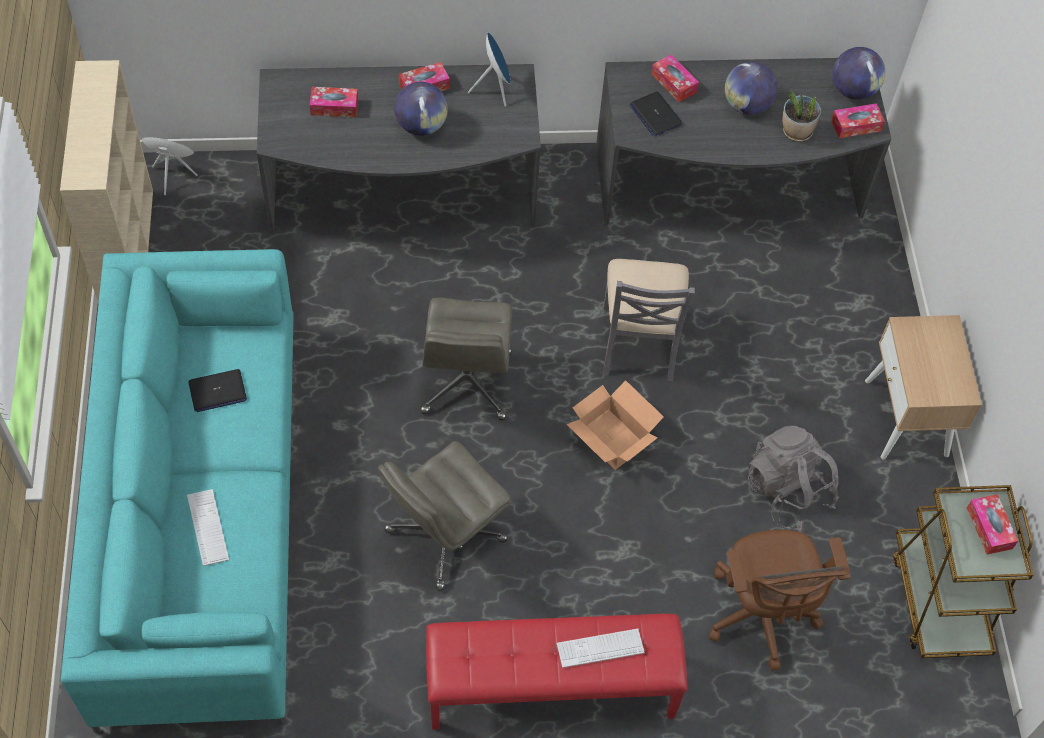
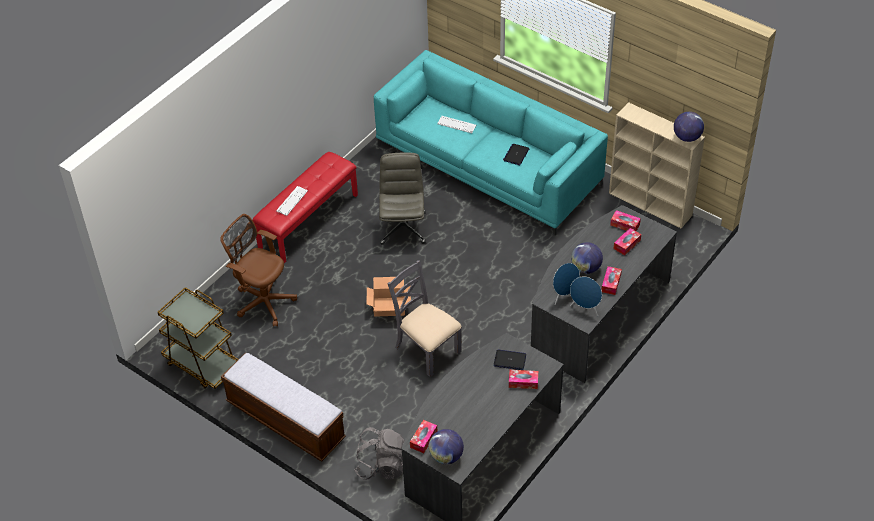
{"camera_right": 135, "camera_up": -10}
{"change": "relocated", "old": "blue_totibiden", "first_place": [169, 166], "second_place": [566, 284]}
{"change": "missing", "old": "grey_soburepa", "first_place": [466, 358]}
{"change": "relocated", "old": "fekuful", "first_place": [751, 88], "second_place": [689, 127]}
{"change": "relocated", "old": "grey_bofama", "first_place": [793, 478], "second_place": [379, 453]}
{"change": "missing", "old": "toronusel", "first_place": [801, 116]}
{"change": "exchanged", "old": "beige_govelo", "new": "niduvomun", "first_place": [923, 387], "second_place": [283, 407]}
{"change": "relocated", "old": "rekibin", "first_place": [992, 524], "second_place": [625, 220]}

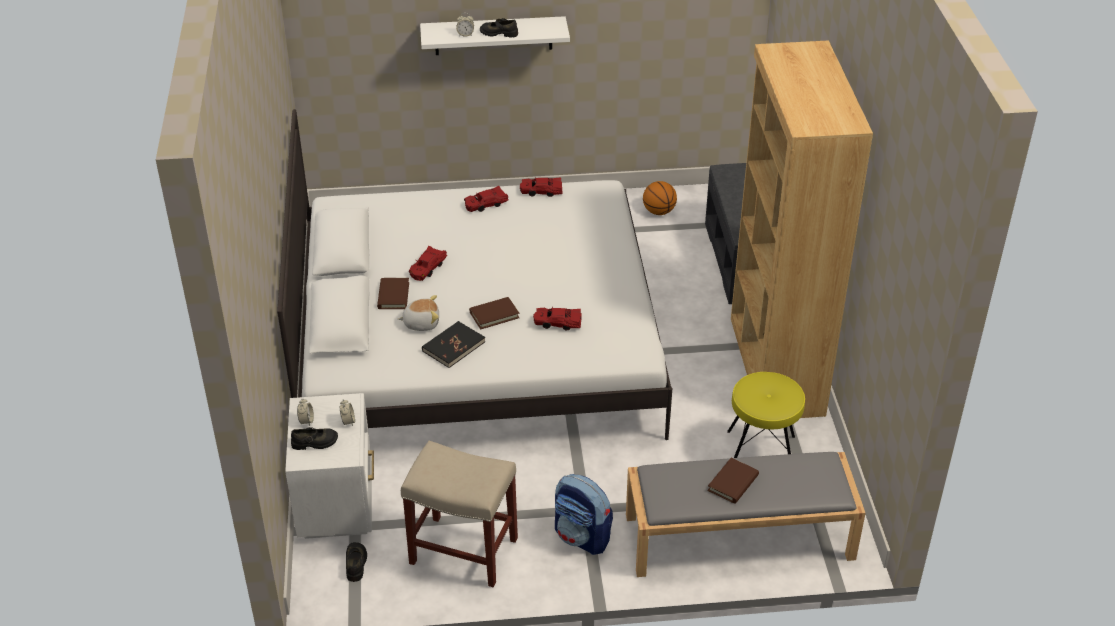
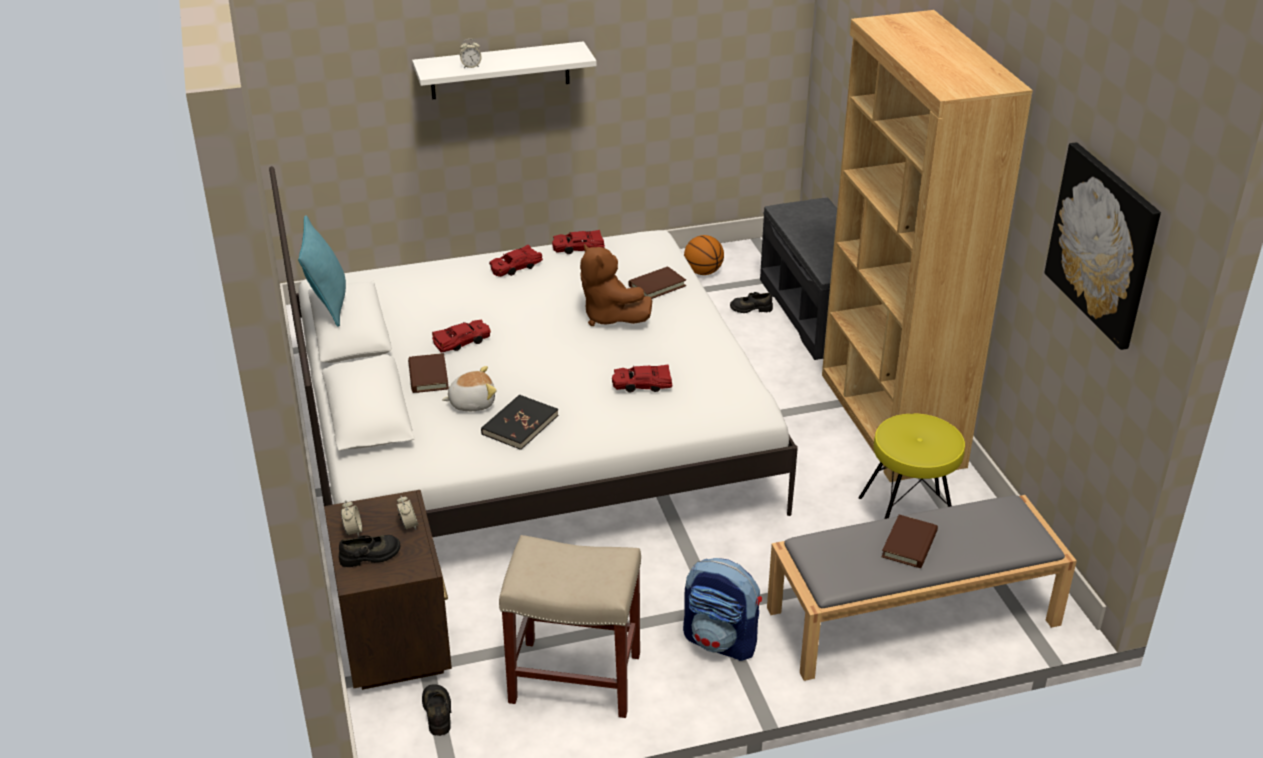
{"camera_right": -10, "camera_up": -5}
{"change": "colour", "old": "white_govelo", "new": "brown_govelo", "first_place": [329, 466], "second_place": [388, 590]}
{"change": "spun", "old": "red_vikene", "first_place": [427, 263], "second_place": [461, 336], "degrees": -135}
{"change": "relocated", "old": "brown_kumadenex", "first_place": [494, 313], "second_place": [657, 282]}
{"change": "relocated", "old": "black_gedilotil", "first_place": [499, 28], "second_place": [751, 302]}
{"change": "appeared", "new": "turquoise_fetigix", "second_place": [322, 271]}
{"change": "appeared", "new": "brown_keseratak", "second_place": [616, 285]}
{"change": "appeared", "new": "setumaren", "second_place": [1102, 246]}

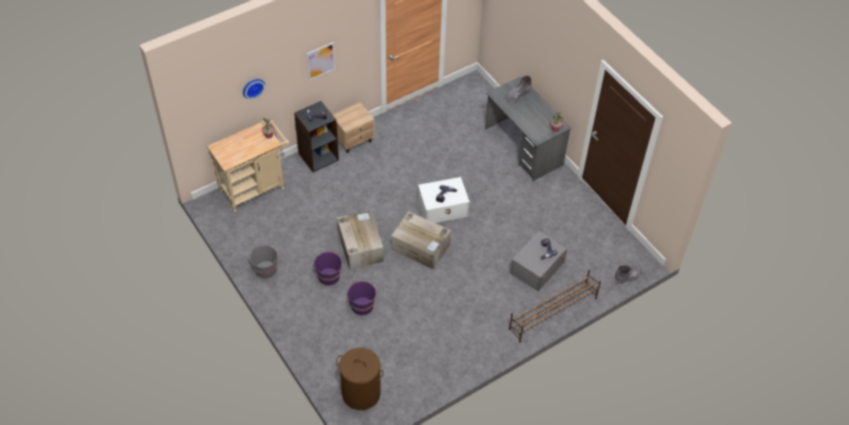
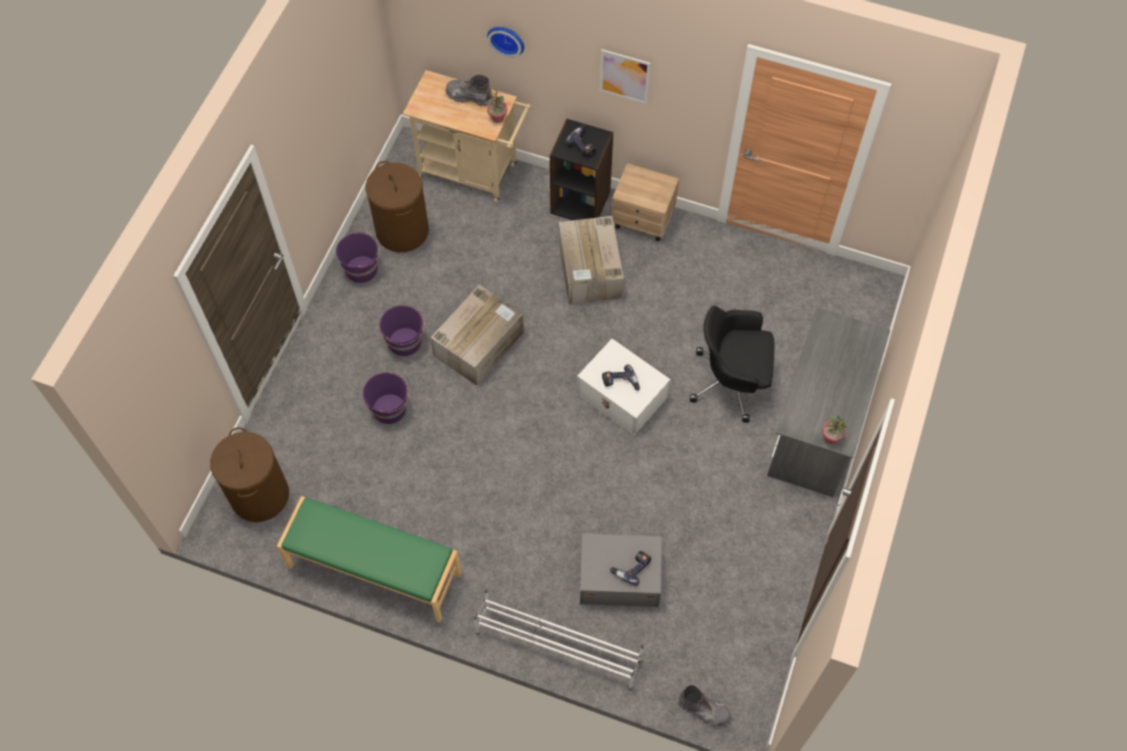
{"camera_right": 55, "camera_up": 10}
{"change": "colour", "old": "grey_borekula", "new": "purple_borekula", "first_place": [264, 261], "second_place": [358, 257]}
{"change": "relocated", "old": "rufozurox", "first_place": [421, 240], "second_place": [591, 260]}
{"change": "relocated", "old": "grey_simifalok", "first_place": [519, 89], "second_place": [468, 90]}
{"change": "colour", "old": "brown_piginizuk", "new": "white_piginizuk", "first_place": [555, 306], "second_place": [558, 640]}
{"change": "appeared", "new": "green_niduvomun", "second_place": [369, 559]}
{"change": "appeared", "new": "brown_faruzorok", "second_place": [397, 206]}
{"change": "appeared", "new": "black_soburepa", "second_place": [732, 364]}

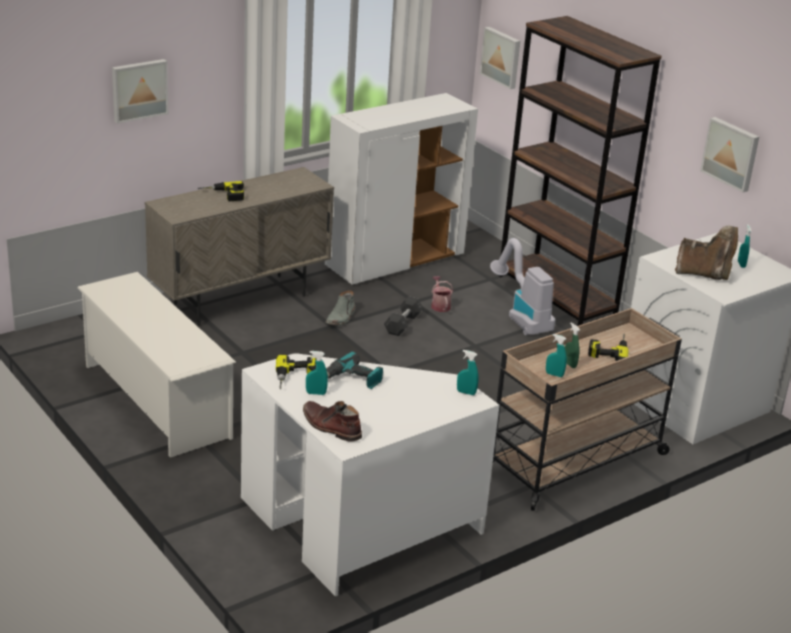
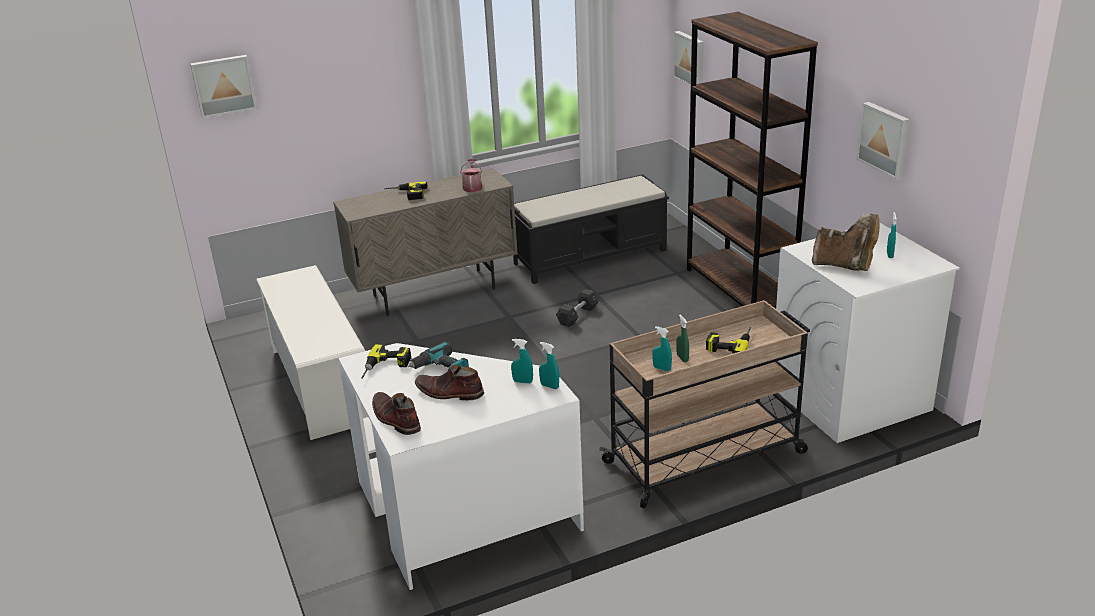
{"camera_right": 15, "camera_up": 0}
{"change": "relocated", "old": "setumaren", "first_place": [140, 91], "second_place": [223, 86]}
{"change": "relocated", "old": "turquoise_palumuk", "first_place": [317, 373], "second_place": [522, 361]}
{"change": "exchanged", "old": "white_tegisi", "new": "black_niduvomun", "first_place": [401, 189], "second_place": [591, 229]}
{"change": "missing", "old": "grey_simifalok", "first_place": [340, 308]}
{"change": "relocated", "old": "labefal", "first_place": [442, 294], "second_place": [471, 175]}
{"change": "missing", "old": "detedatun", "first_place": [522, 286]}
{"change": "appeared", "new": "brown_simifalok", "second_place": [449, 382]}

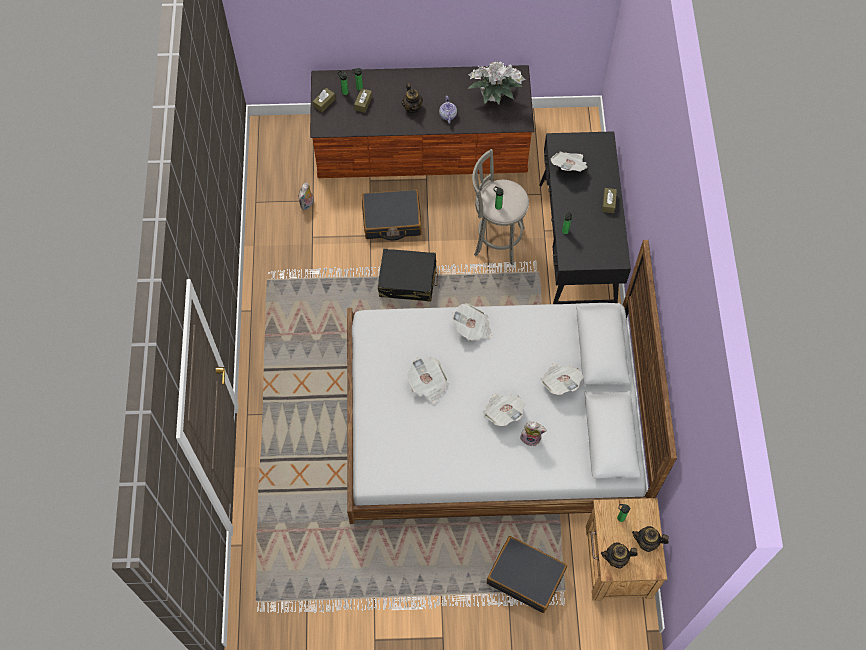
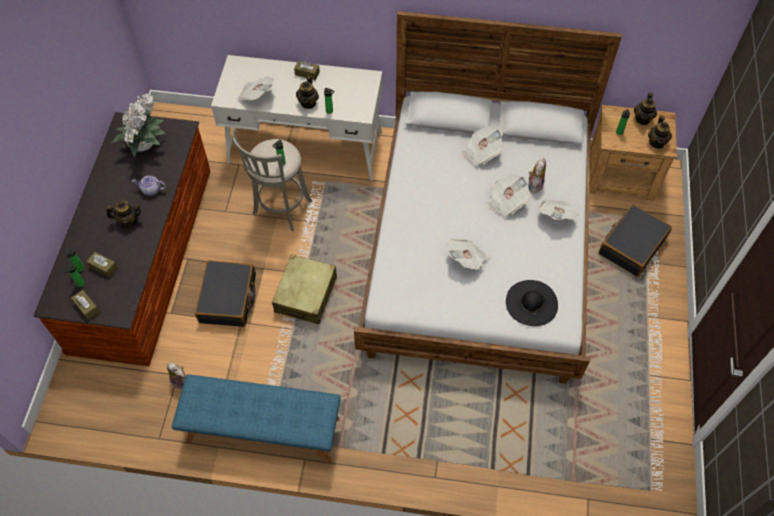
{"camera_right": -80, "camera_up": -5}
{"change": "colour", "old": "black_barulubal", "new": "beige_barulubal", "first_place": [408, 275], "second_place": [304, 289]}
{"change": "relocated", "old": "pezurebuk", "first_place": [472, 322], "second_place": [558, 210]}
{"change": "colour", "old": "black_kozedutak", "new": "white_kozedutak", "first_place": [585, 217], "second_place": [296, 118]}
{"change": "appeared", "new": "blue_niduvomun", "second_place": [256, 419]}
{"change": "appeared", "new": "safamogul", "second_place": [307, 92]}
{"change": "appeared", "new": "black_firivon", "second_place": [532, 303]}

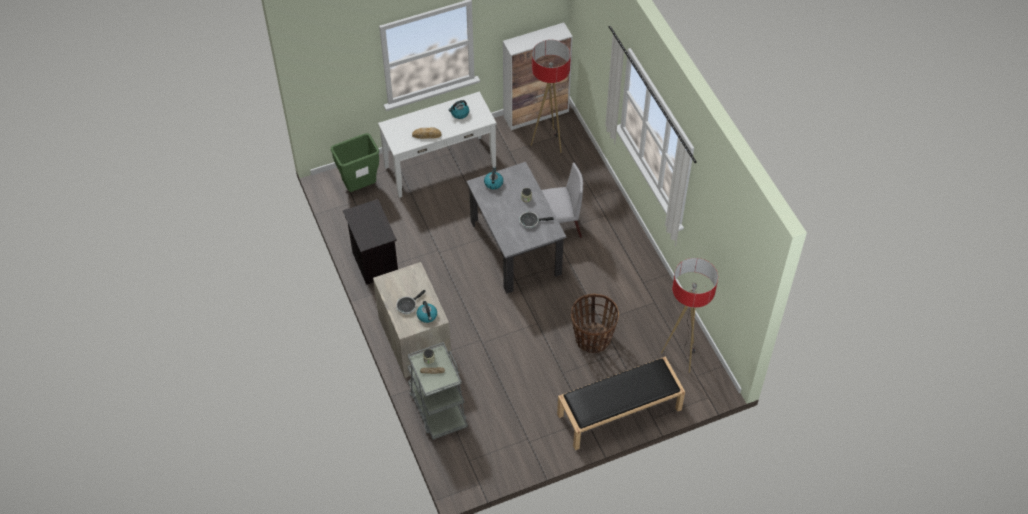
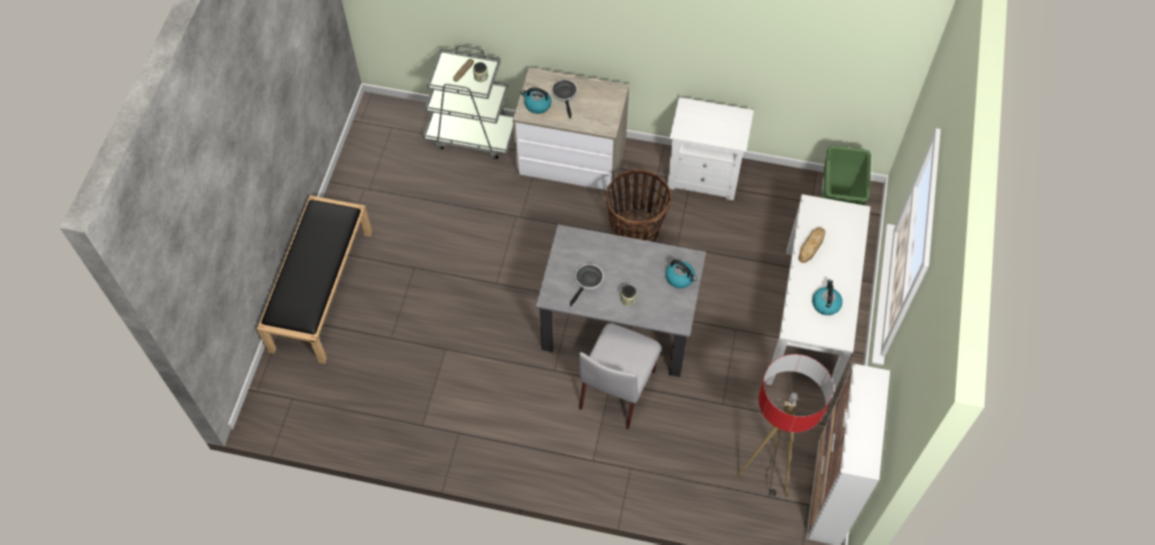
{"camera_right": 125, "camera_up": 5}
{"change": "colour", "old": "black_govelo", "new": "white_govelo", "first_place": [370, 242], "second_place": [711, 148]}
{"change": "relocated", "old": "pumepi", "first_place": [595, 323], "second_place": [638, 205]}
{"change": "missing", "old": "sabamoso", "first_place": [689, 315]}

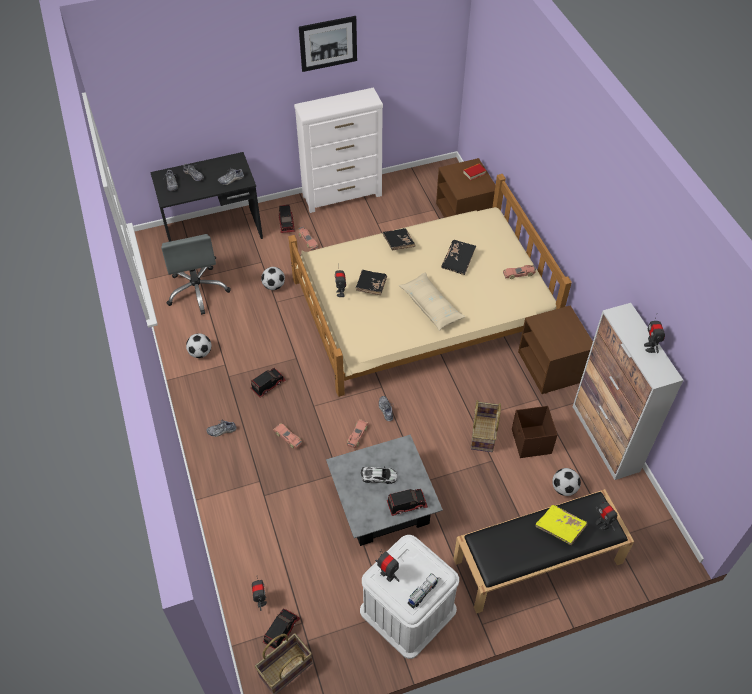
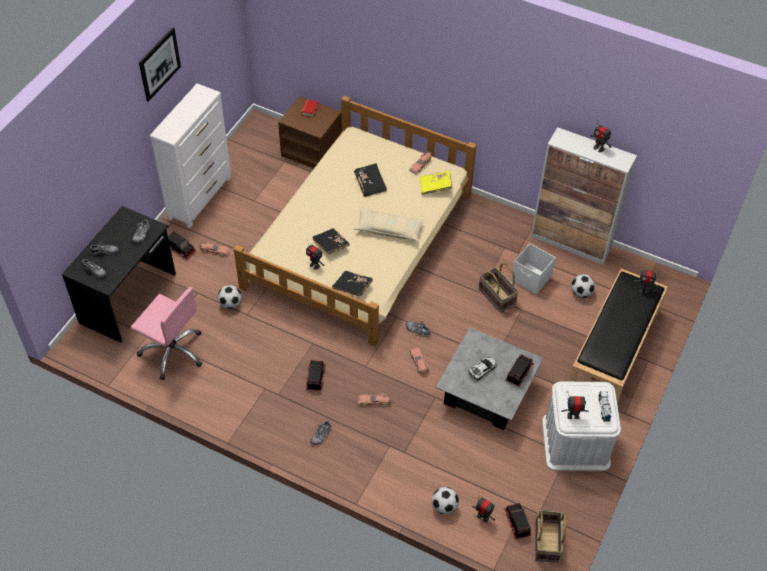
{"camera_right": -45, "camera_up": 0}
{"change": "colour", "old": "grey_soburepa", "new": "pink_soburepa", "first_place": [196, 274], "second_place": [166, 333]}
{"change": "relocated", "old": "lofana", "first_place": [198, 345], "second_place": [445, 500]}
{"change": "relocated", "old": "black_kumadenex", "first_place": [399, 239], "second_place": [352, 284]}
{"change": "colour", "old": "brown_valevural", "new": "white_valevural", "first_place": [535, 432], "second_place": [533, 268]}
{"change": "missing", "old": "brown_govelo", "first_place": [555, 349]}
{"change": "relocated", "old": "yellow_kumadenex", "first_place": [562, 525], "second_place": [436, 182]}

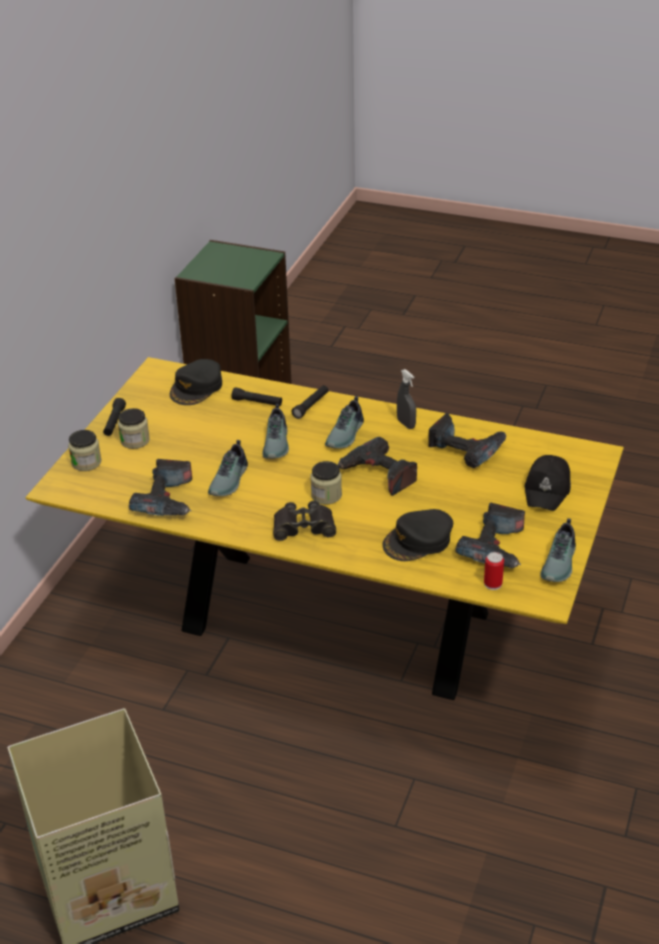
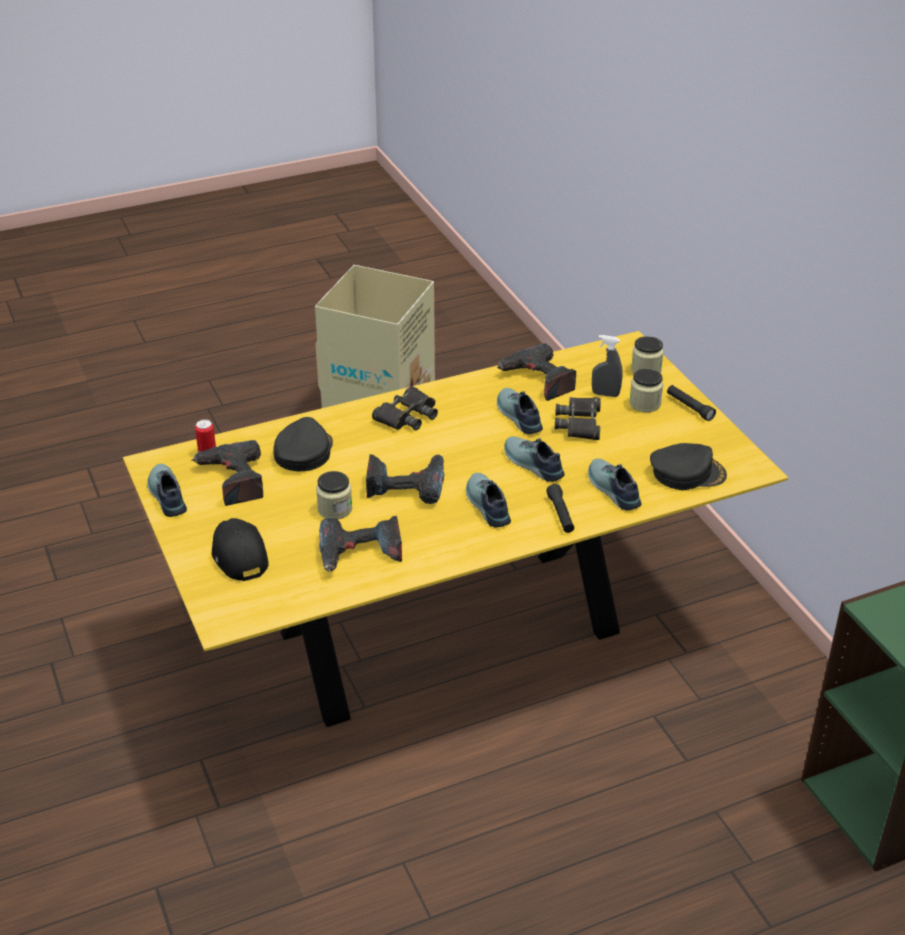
{"camera_right": 135, "camera_up": 0}
{"change": "spun", "old": "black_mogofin", "first_place": [196, 382], "second_place": [688, 466], "degrees": 105}
{"change": "exchanged", "old": "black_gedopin", "new": "gedilotil", "first_place": [257, 397], "second_place": [614, 484]}
{"change": "relocated", "old": "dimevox", "first_place": [326, 482], "second_place": [334, 495]}
{"change": "relocated", "old": "grey_palumuk", "first_place": [406, 399], "second_place": [607, 366]}
{"change": "appeared", "new": "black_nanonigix", "second_place": [578, 418]}

